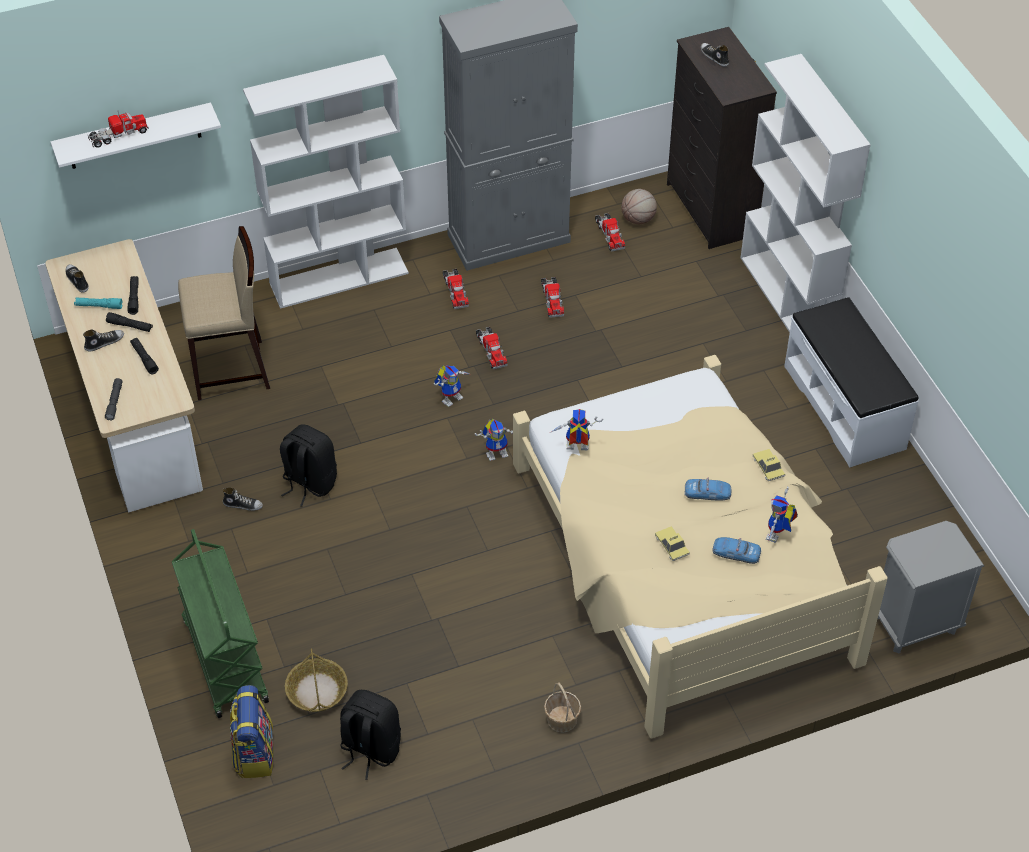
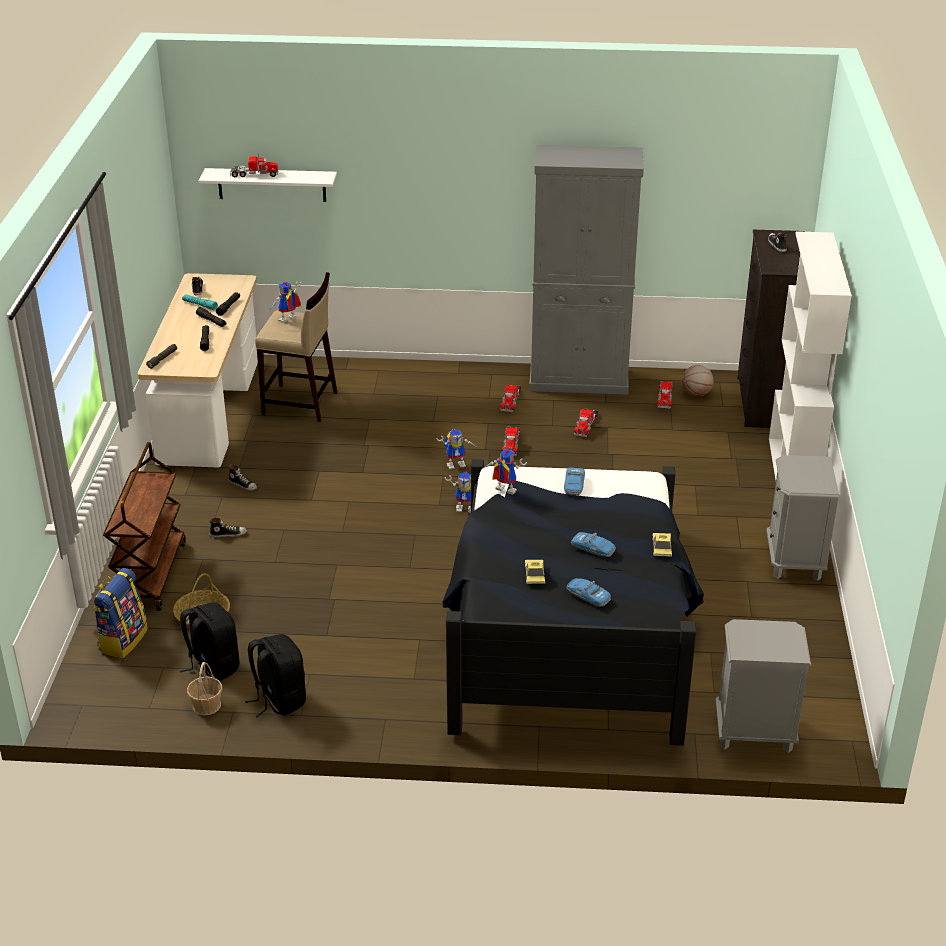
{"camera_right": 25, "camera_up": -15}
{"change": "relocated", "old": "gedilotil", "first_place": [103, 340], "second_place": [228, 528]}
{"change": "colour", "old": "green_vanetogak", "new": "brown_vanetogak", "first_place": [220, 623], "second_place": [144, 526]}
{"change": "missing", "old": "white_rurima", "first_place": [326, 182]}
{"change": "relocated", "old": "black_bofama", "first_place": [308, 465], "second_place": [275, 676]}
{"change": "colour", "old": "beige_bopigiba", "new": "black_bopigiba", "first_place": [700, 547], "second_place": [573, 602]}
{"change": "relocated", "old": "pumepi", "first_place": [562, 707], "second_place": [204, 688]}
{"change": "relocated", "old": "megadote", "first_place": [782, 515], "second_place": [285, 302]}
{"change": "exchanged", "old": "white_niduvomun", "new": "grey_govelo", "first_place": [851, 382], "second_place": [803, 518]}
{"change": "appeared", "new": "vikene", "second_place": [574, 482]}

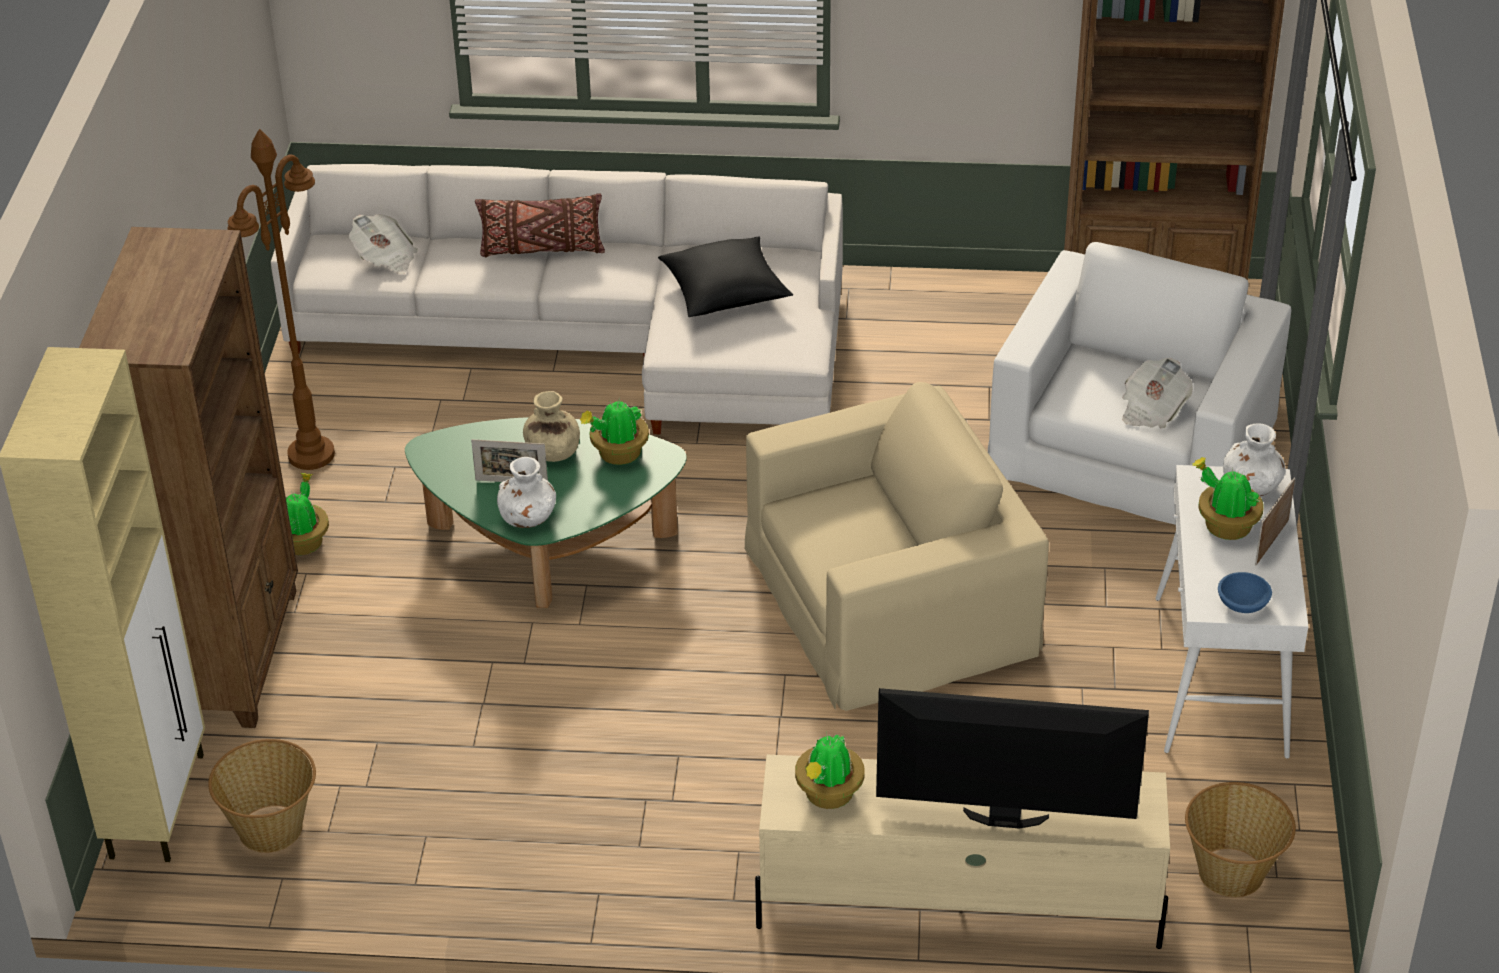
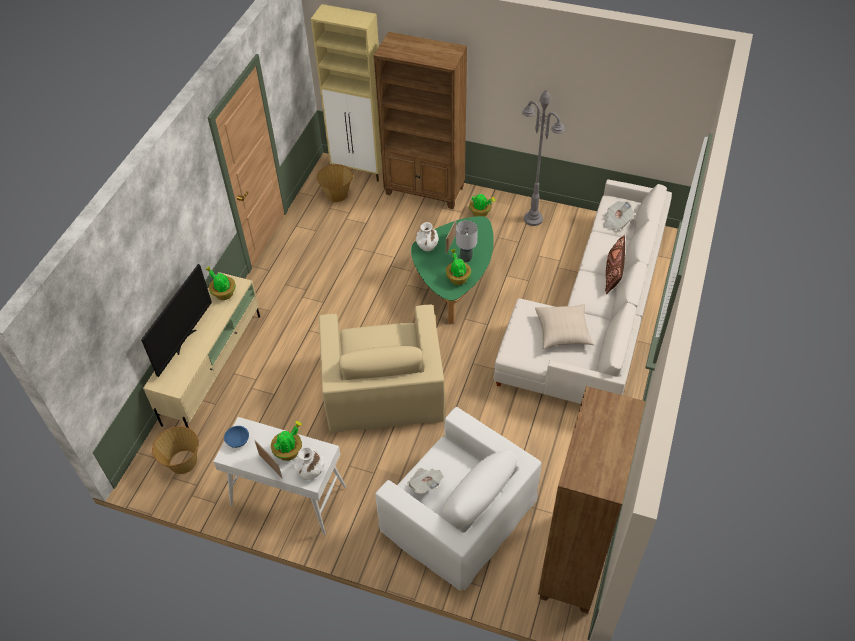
{"camera_right": 105, "camera_up": 10}
{"change": "colour", "old": "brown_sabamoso", "new": "grey_sabamoso", "first_place": [281, 299], "second_place": [543, 158]}
{"change": "exchanged", "old": "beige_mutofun", "new": "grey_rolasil", "first_place": [551, 426], "second_place": [467, 241]}
{"change": "colour", "old": "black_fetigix", "new": "beige_fetigix", "first_place": [725, 276], "second_place": [564, 326]}

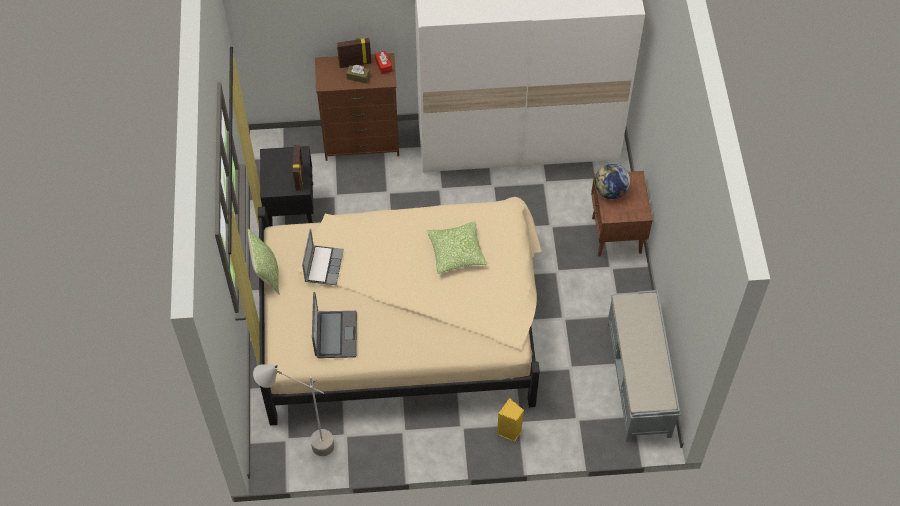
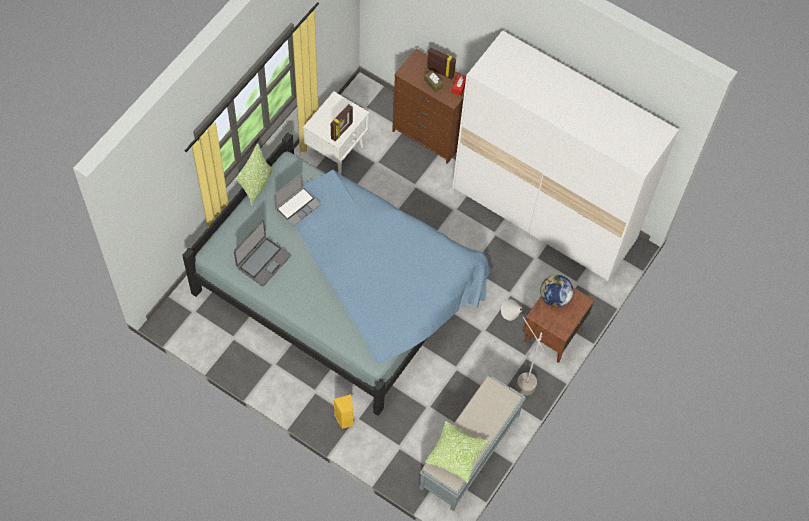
{"camera_right": 35, "camera_up": 5}
{"change": "relocated", "old": "grey_sabamoso", "first_place": [293, 410], "second_place": [523, 347]}
{"change": "colour", "old": "beige_bopigiba", "new": "blue_bopigiba", "first_place": [400, 311], "second_place": [337, 274]}
{"change": "colour", "old": "black_govelo", "new": "white_govelo", "first_place": [287, 186], "second_place": [336, 133]}
{"change": "relocated", "old": "fetigix", "first_place": [457, 247], "second_place": [456, 452]}

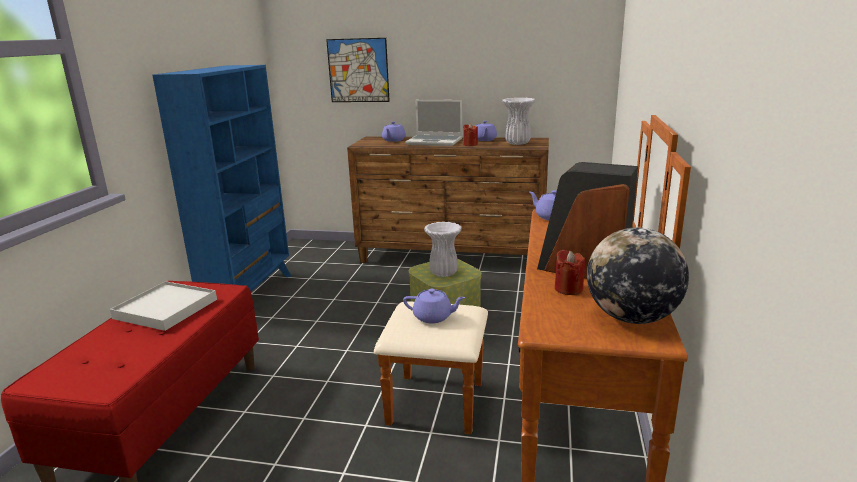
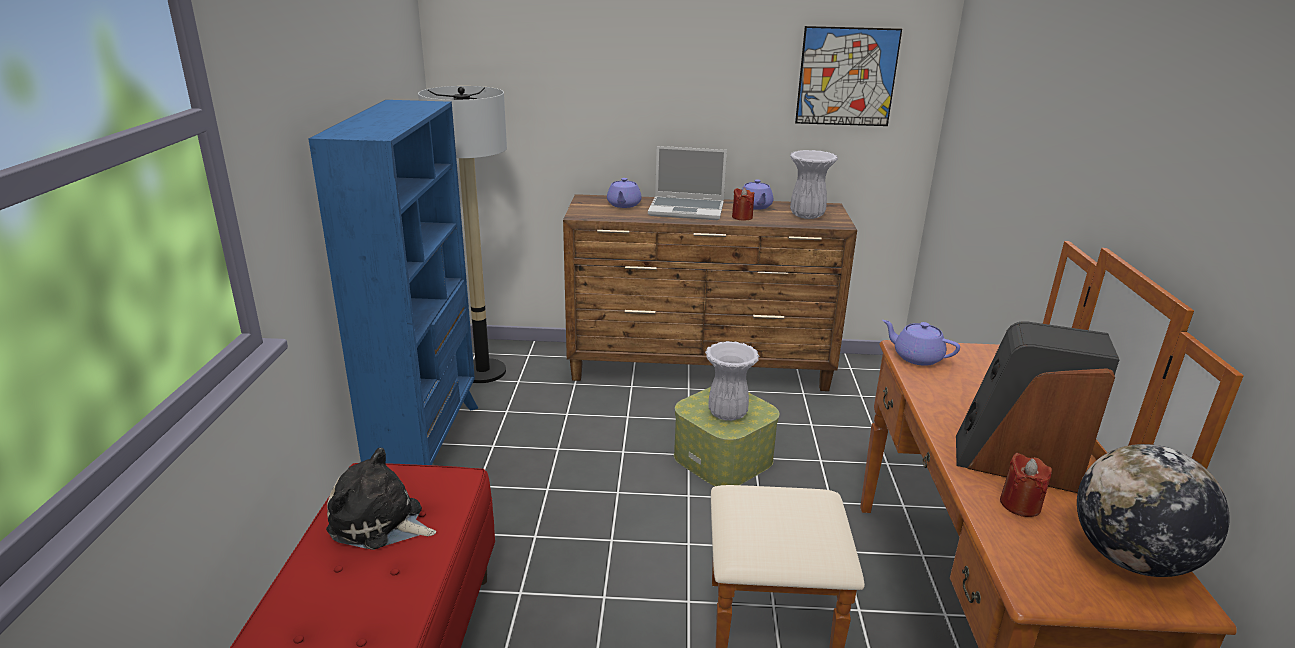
{"camera_right": -10, "camera_up": 5}
{"change": "exchanged", "old": "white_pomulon", "new": "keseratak", "first_place": [163, 306], "second_place": [381, 499]}
{"change": "relocated", "old": "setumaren", "first_place": [358, 70], "second_place": [848, 76]}
{"change": "missing", "old": "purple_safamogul", "first_place": [434, 306]}
{"change": "appeared", "new": "sabamoso", "second_place": [462, 234]}

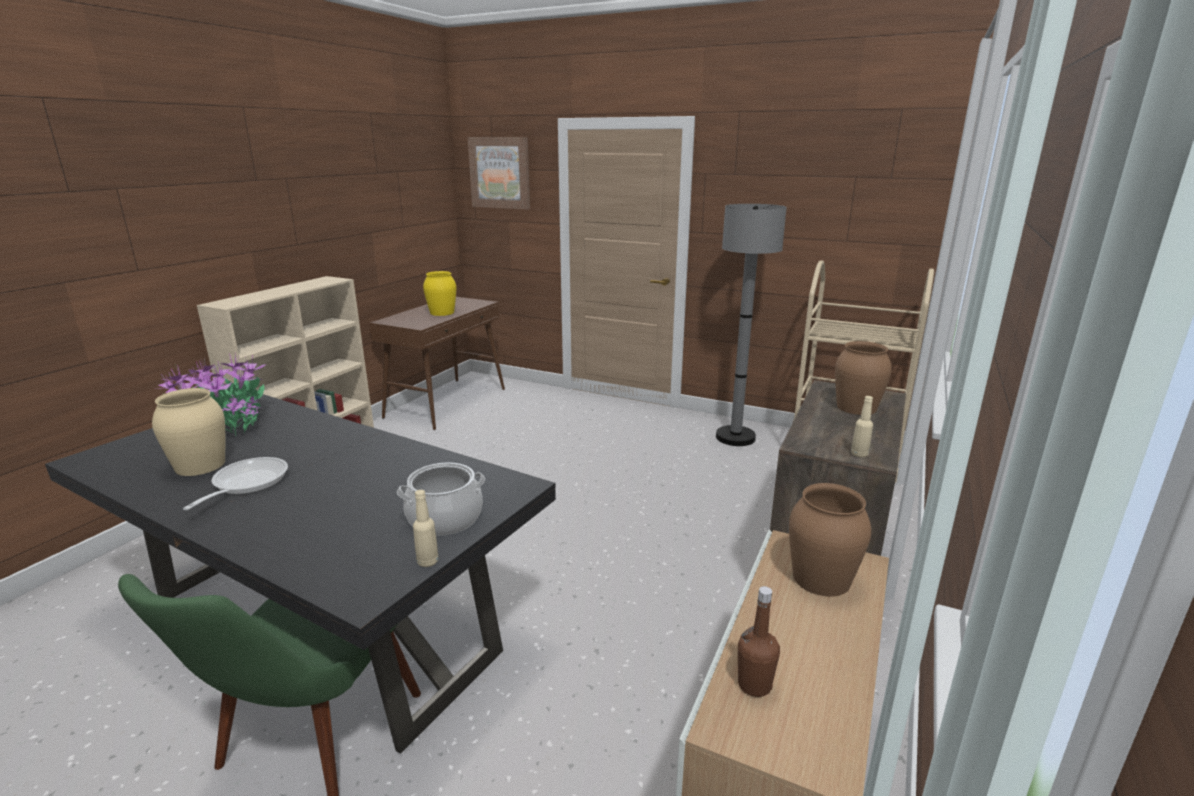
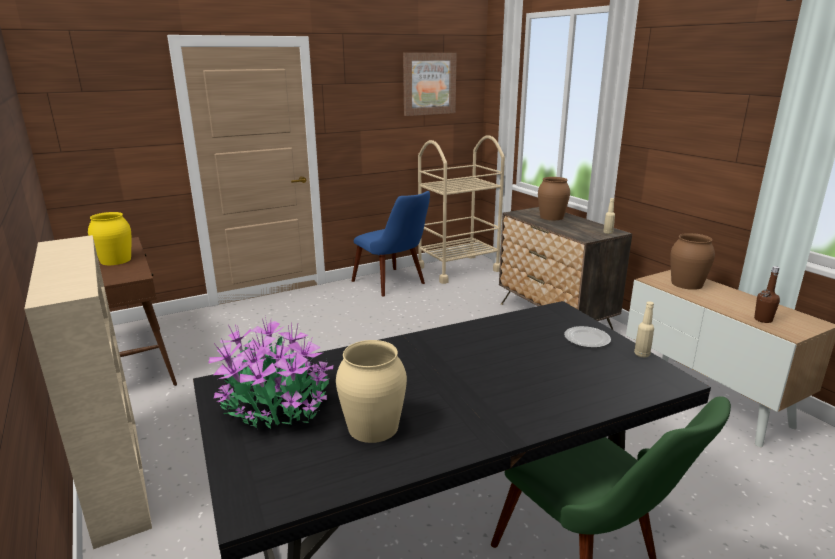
{"camera_right": -55, "camera_up": 0}
{"change": "missing", "old": "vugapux", "first_place": [235, 483]}
{"change": "exchanged", "old": "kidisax", "new": "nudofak", "first_place": [441, 499], "second_place": [587, 337]}
{"change": "relocated", "old": "setumaren", "first_place": [499, 173], "second_place": [430, 84]}
{"change": "exchanged", "old": "grey_sabamoso", "new": "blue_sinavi", "first_place": [751, 325], "second_place": [391, 244]}

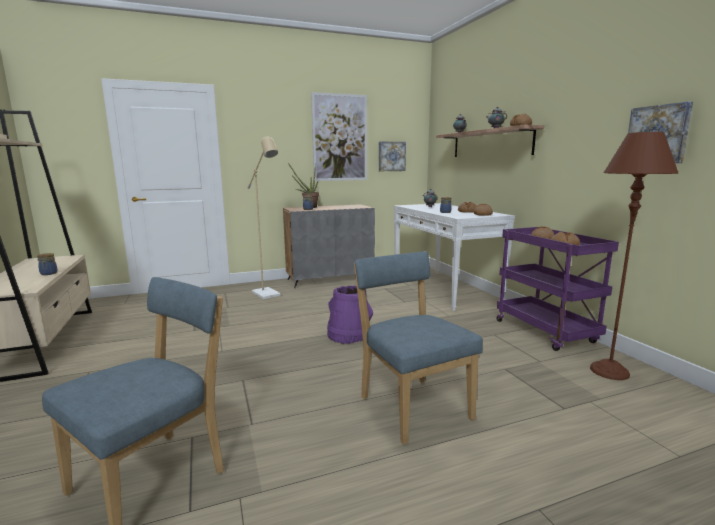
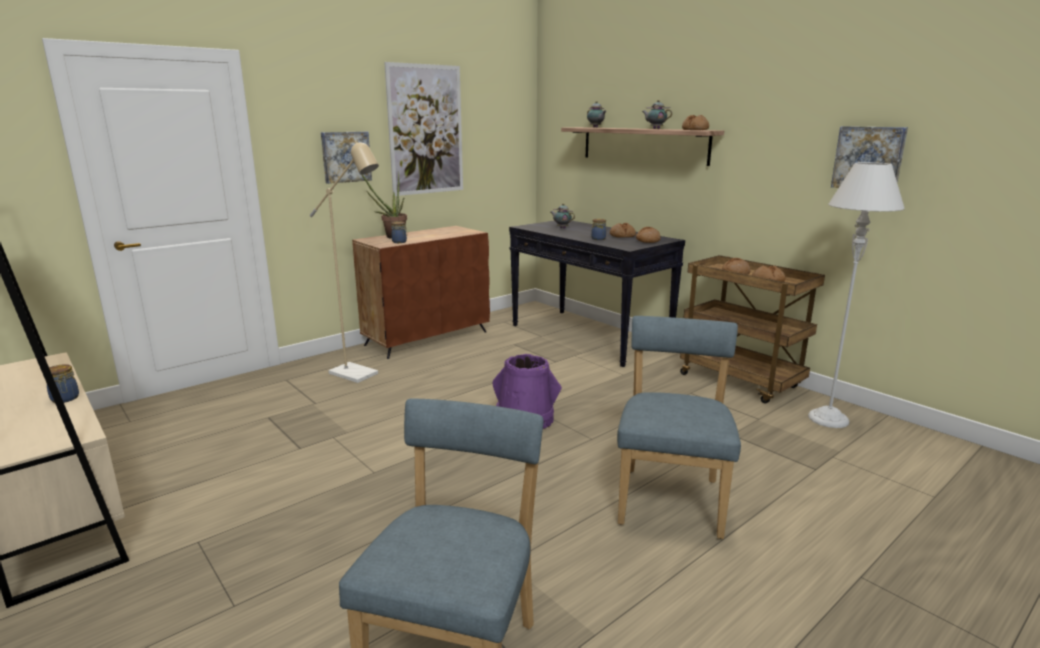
{"camera_right": -20, "camera_up": 5}
{"change": "colour", "old": "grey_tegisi", "new": "brown_tegisi", "first_place": [329, 246], "second_place": [421, 292]}
{"change": "spun", "old": "blue_sinavi", "first_place": [418, 348], "second_place": [679, 427], "degrees": 60}
{"change": "relocated", "old": "setumaren", "first_place": [392, 156], "second_place": [346, 157]}
{"change": "colour", "old": "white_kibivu", "new": "black_kibivu", "first_place": [454, 257], "second_place": [597, 294]}
{"change": "colour", "old": "purple_vanetogak", "new": "brown_vanetogak", "first_place": [558, 289], "second_place": [752, 329]}
{"change": "colour", "old": "brown_sabamoso", "new": "grey_sabamoso", "first_place": [634, 256], "second_place": [856, 295]}

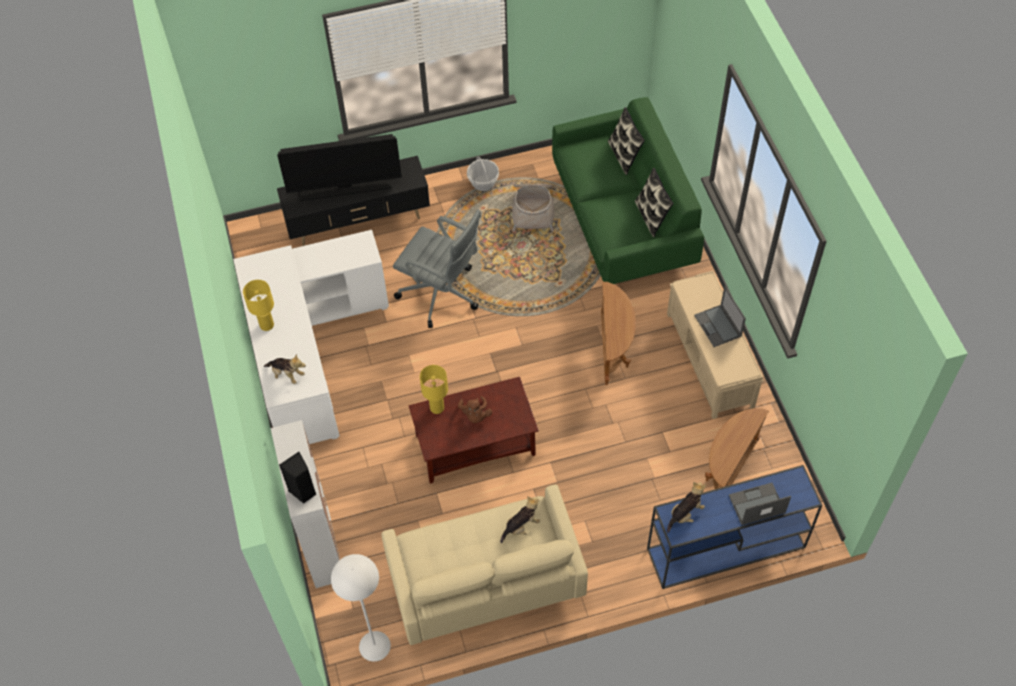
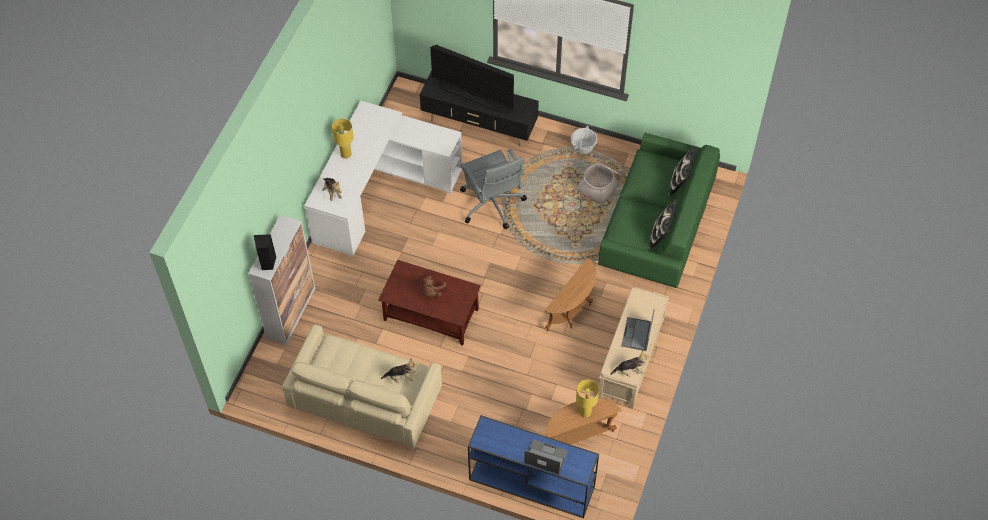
{"camera_right": 35, "camera_up": 0}
{"change": "missing", "old": "white_sabamoso", "first_place": [361, 608]}
{"change": "relocated", "old": "yellow_rolasil", "first_place": [434, 389], "second_place": [587, 399]}
{"change": "relocated", "old": "keseratak", "first_place": [686, 507], "second_place": [630, 364]}

